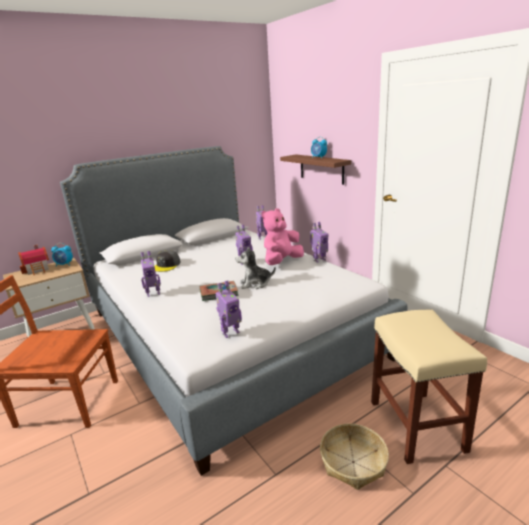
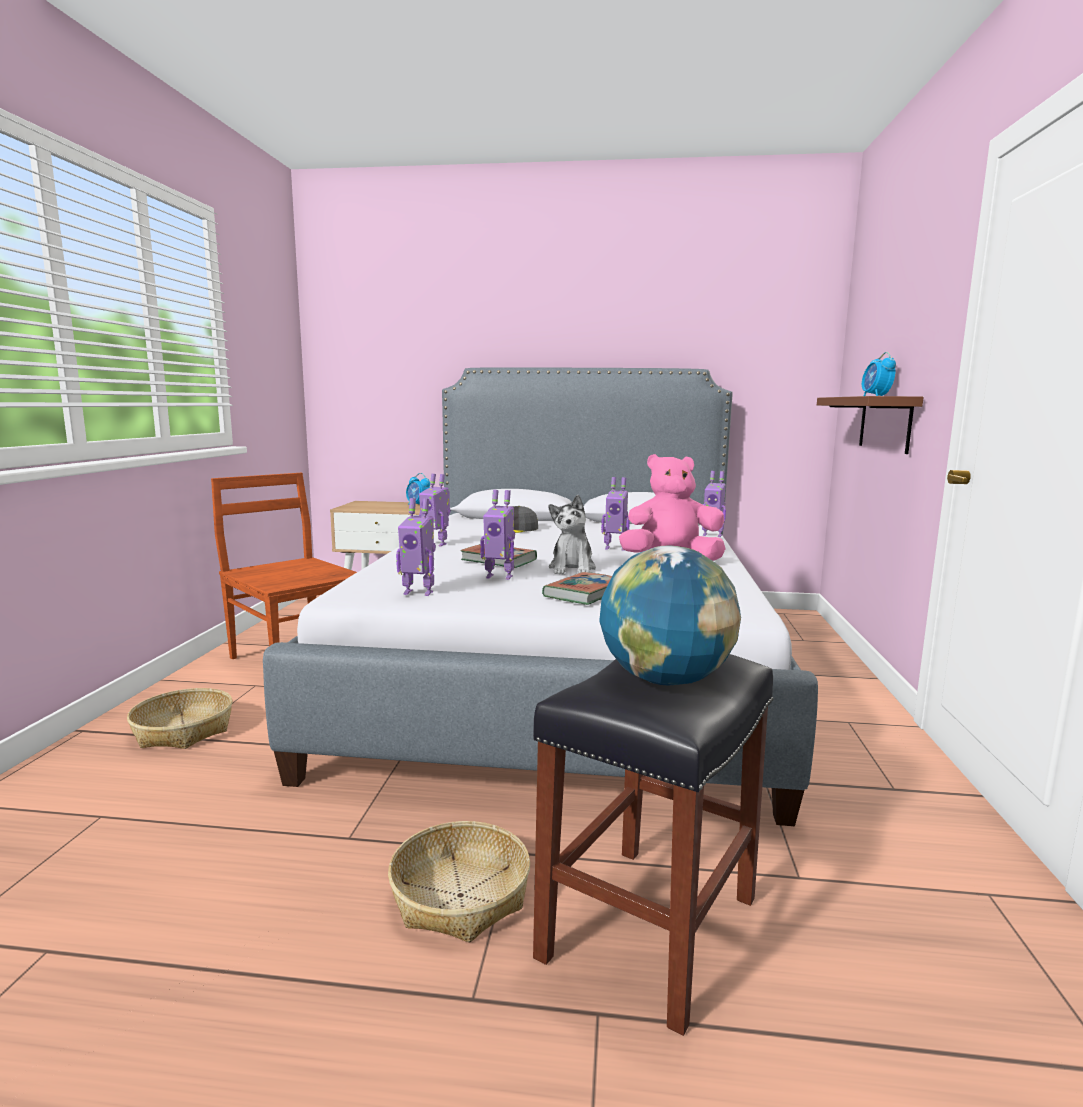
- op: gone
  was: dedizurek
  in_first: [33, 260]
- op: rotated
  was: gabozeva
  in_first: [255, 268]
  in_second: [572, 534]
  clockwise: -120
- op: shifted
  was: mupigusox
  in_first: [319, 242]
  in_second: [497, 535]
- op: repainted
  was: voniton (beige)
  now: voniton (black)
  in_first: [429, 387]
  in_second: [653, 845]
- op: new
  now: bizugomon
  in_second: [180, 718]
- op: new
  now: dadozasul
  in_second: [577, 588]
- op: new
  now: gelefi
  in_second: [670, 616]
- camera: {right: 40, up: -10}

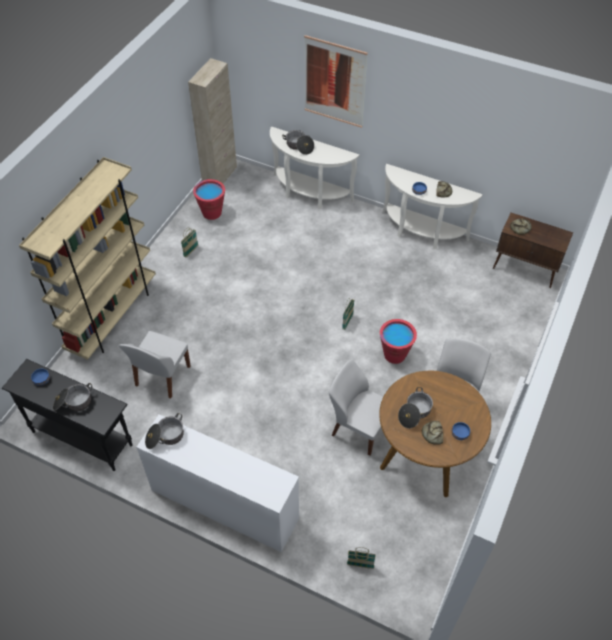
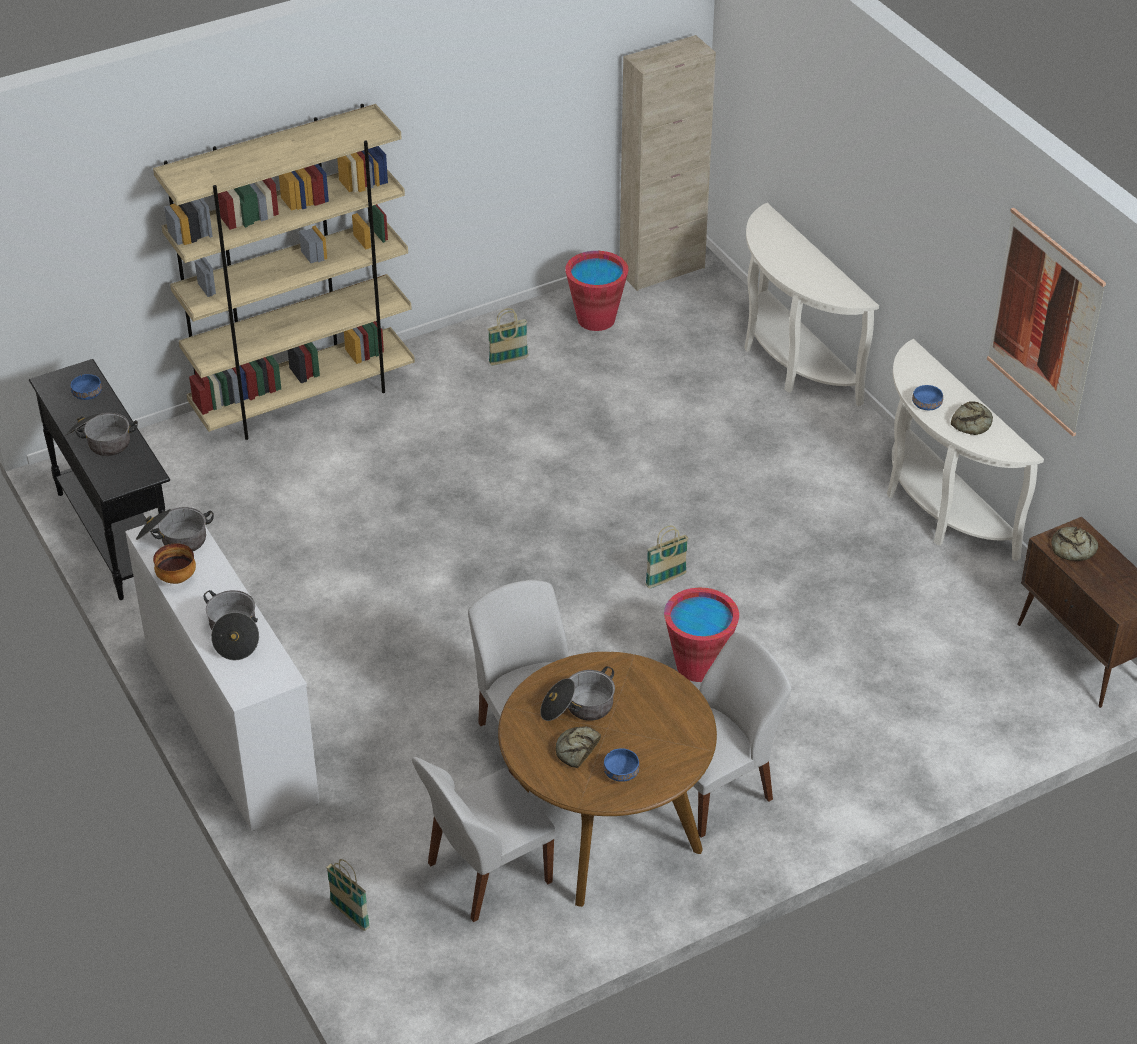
- op: shifted
  was: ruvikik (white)
  in_first: [155, 365]
  in_second: [483, 839]
- op: shifted
  was: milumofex
  in_first: [298, 142]
  in_second: [231, 625]
- op: shifted
  was: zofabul
  in_first: [336, 81]
  in_second: [1046, 322]
- op: new
  now: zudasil
  in_second: [174, 563]
- camera: {right: 35, up: -10}

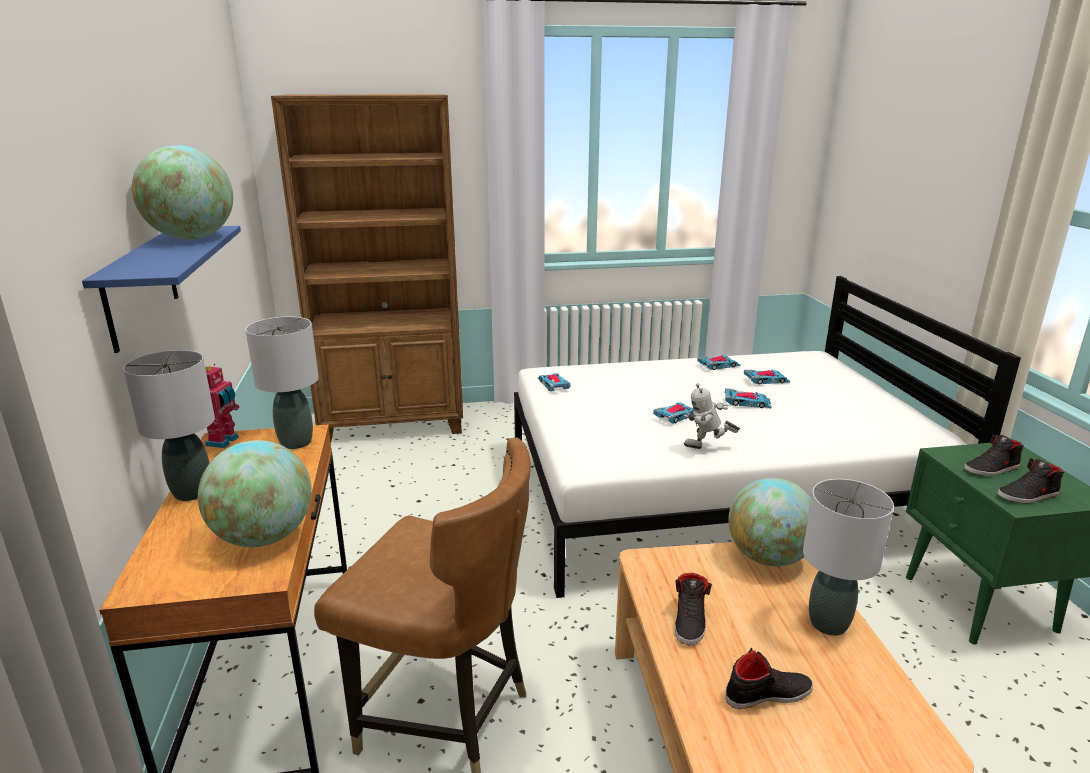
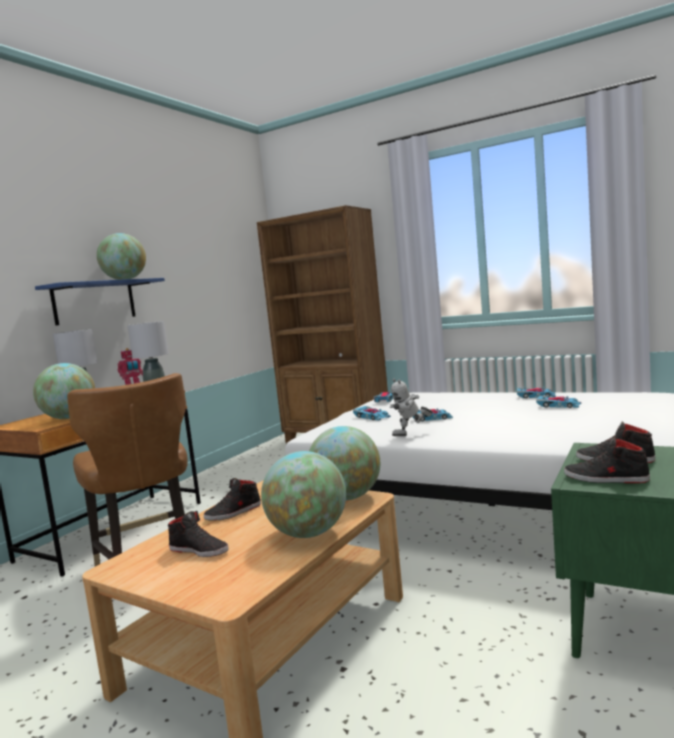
- op: rotated
  was: mupigusox
  in_first: [712, 416]
  in_second: [411, 407]
  clockwise: -60
- op: shifted
  was: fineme
  in_first: [748, 398]
  in_second: [372, 413]
- op: swapped
  was: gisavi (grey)
  now: gelefi
  in_first: [848, 557]
  in_second: [303, 494]
- camera: {right: 40, up: -15}

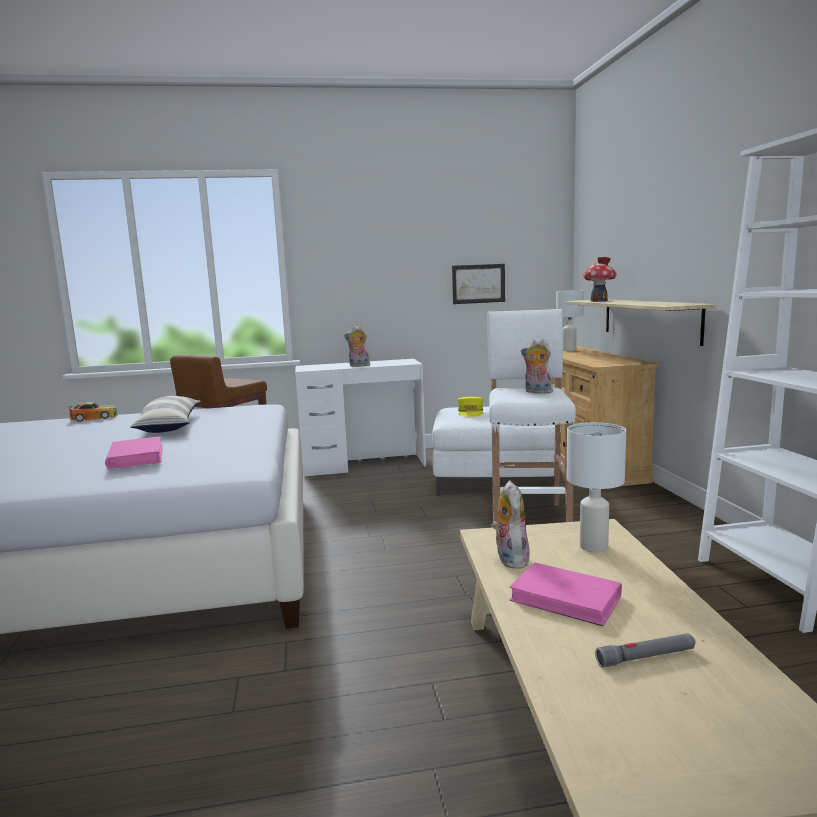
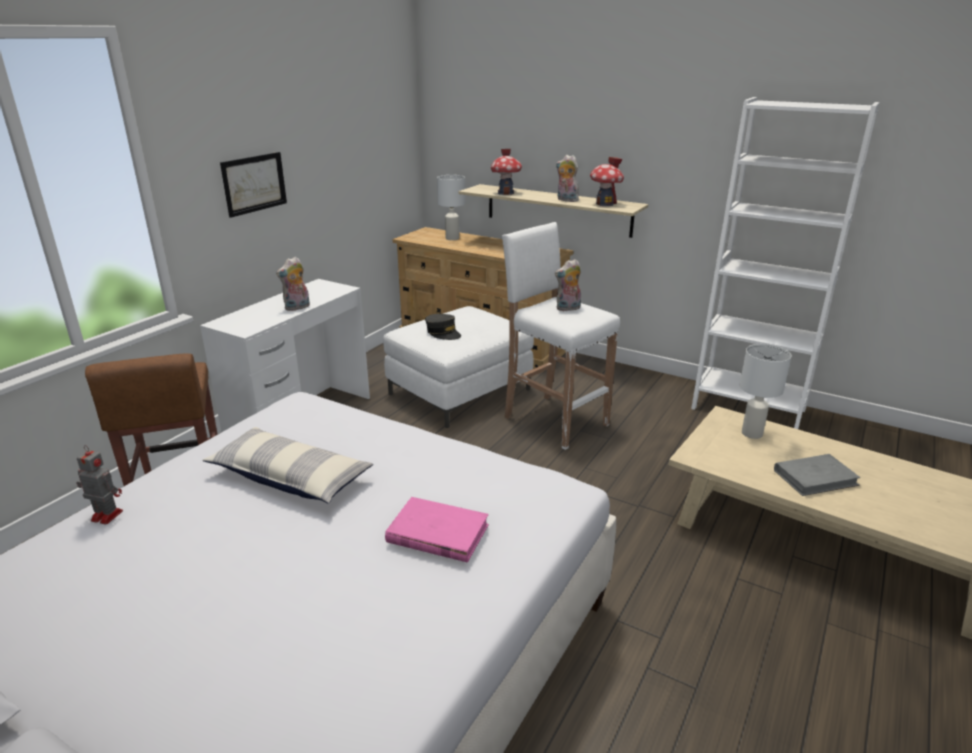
- op: swapped
  was: fineme
  now: mupigusox
  in_first: [93, 412]
  in_second: [99, 485]
- op: shifted
  was: zofabul
  in_first: [478, 284]
  in_second: [253, 185]
- op: repainted
  was: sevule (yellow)
  now: sevule (grey)
  in_first: [470, 407]
  in_second: [443, 327]
- op: shifted
  was: gabozeva
  in_first: [511, 524]
  in_second: [567, 178]
- op: repainted
  was: dadozasul (pink)
  now: dadozasul (grey)
  in_first: [565, 594]
  in_second: [817, 475]
- op: gone
  was: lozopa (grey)
  in_first: [645, 650]
- op: new
  now: dedizurek
  in_second: [607, 181]
- camera: {right: -50, up: 15}

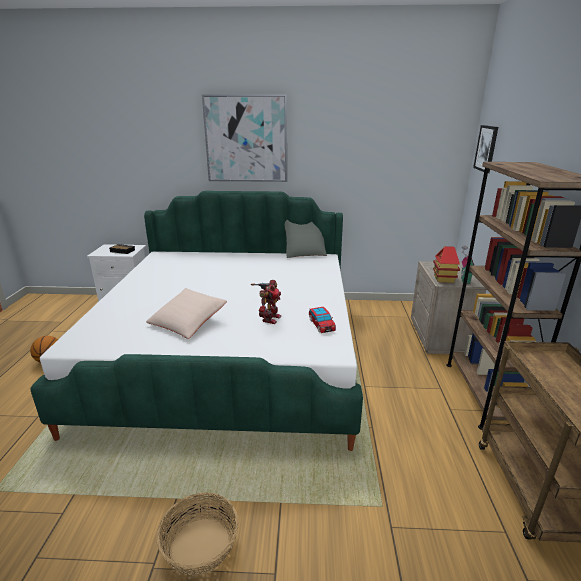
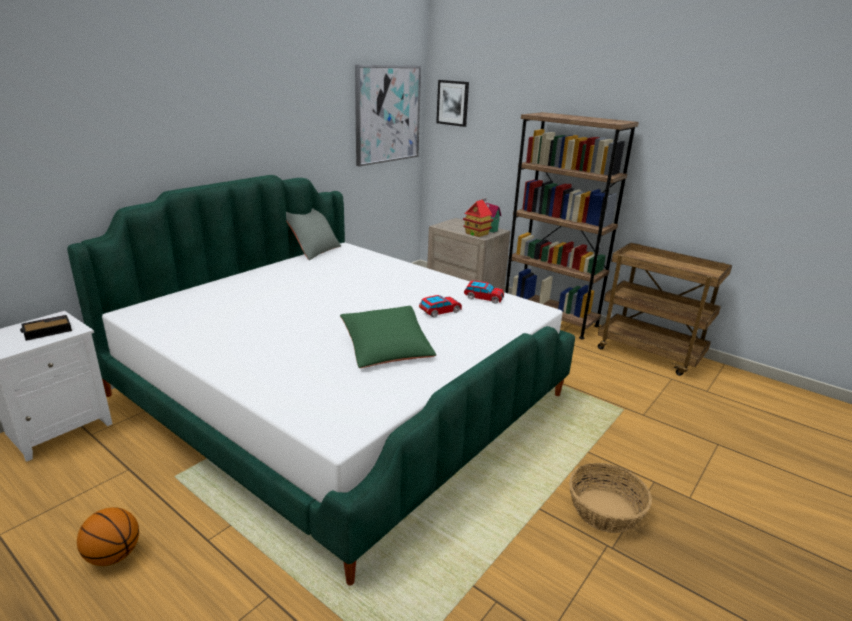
- op: repainted
  was: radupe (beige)
  now: radupe (green)
  in_first: [186, 313]
  in_second: [388, 337]
- op: shifted
  was: zofabul
  in_first: [244, 138]
  in_second: [388, 116]
- op: swapped
  was: mupigusox
  now: fineme
  in_first: [266, 302]
  in_second: [440, 306]
- camera: {right: -55, up: 0}

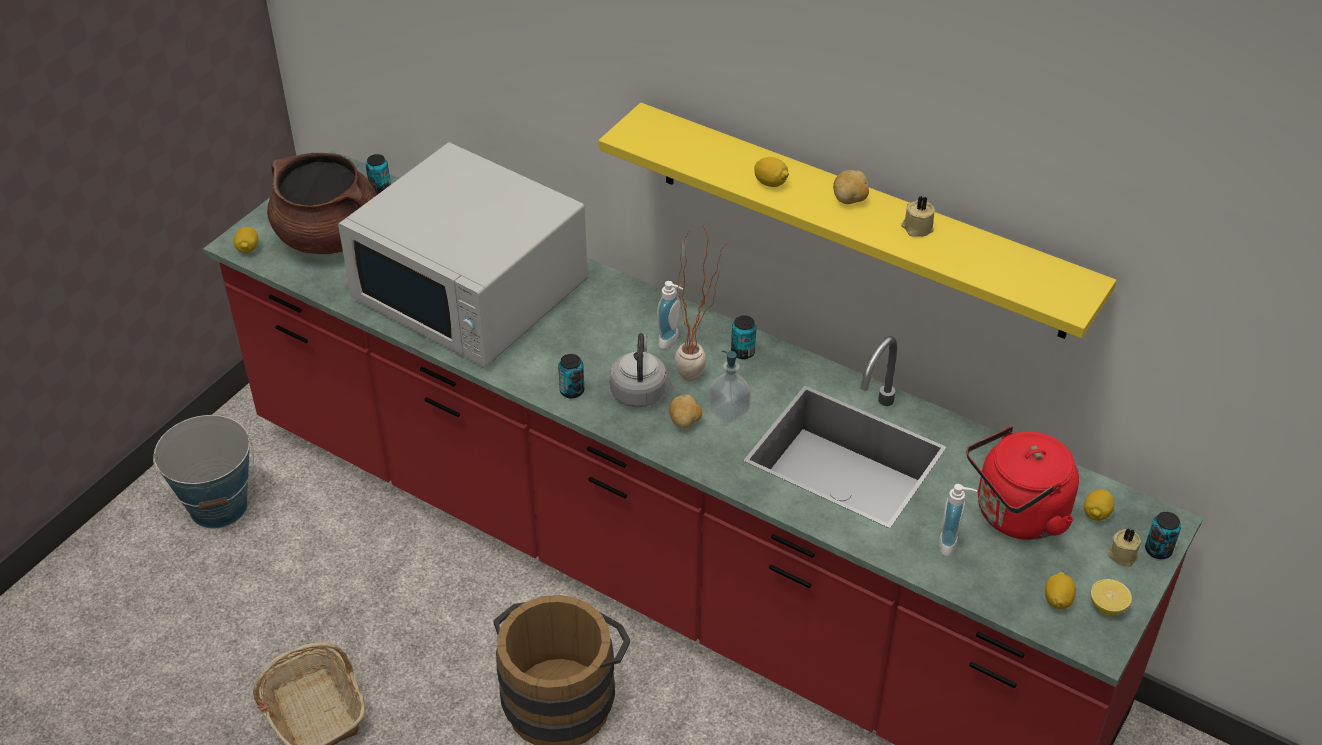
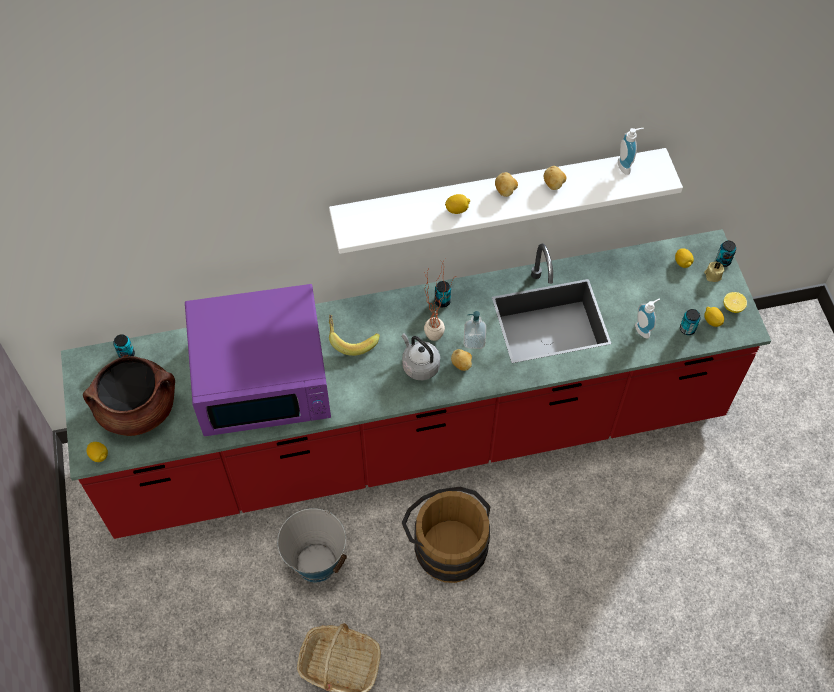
- op: shifted
  was: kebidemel
  in_first: [203, 472]
  in_second: [312, 545]
- op: repainted
  was: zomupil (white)
  now: zomupil (purple)
  in_first: [463, 255]
  in_second: [258, 360]
- op: shifted
  was: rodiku
  in_first: [571, 376]
  in_second: [690, 322]
- op: repainted
  was: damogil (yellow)
  now: damogil (white)
  in_first: [857, 221]
  in_second: [506, 201]
- op: shifted
  was: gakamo
  in_first: [670, 315]
  in_second: [631, 151]
- op: swapped
  was: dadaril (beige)
  now: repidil
  in_first: [918, 216]
  in_second: [555, 178]
- op: gone
  was: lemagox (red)
  in_first: [1022, 483]
- op: new
  now: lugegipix
  in_second: [354, 335]
- camera: {right: -45, up: 15}

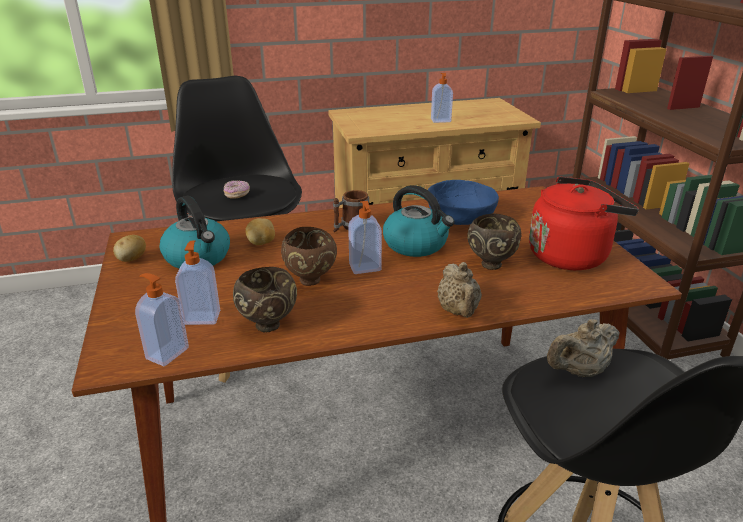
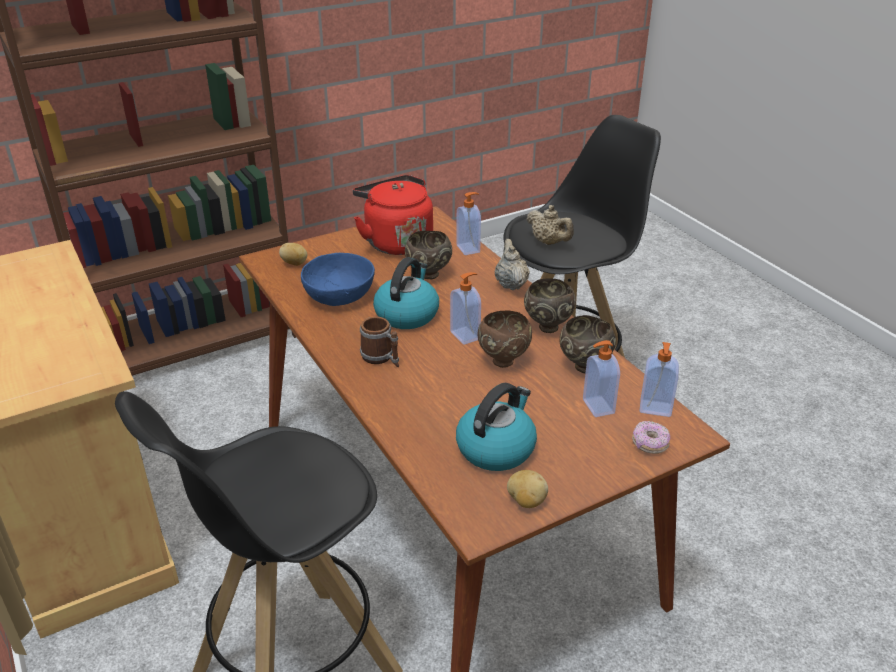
- op: shifted
  was: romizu
  in_first: [237, 190]
  in_second: [651, 437]
- op: shifted
  was: repidil
  in_first: [260, 231]
  in_second: [293, 254]
- op: shifted
  was: gakamo
  in_first: [442, 98]
  in_second: [468, 223]
- op: rotated
  was: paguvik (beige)
  in_first: [459, 290]
  in_second: [512, 264]
  clockwise: -75
- op: new
  now: zudasil (brown)
  in_second: [550, 305]
- camera: {right: -105, up: 5}

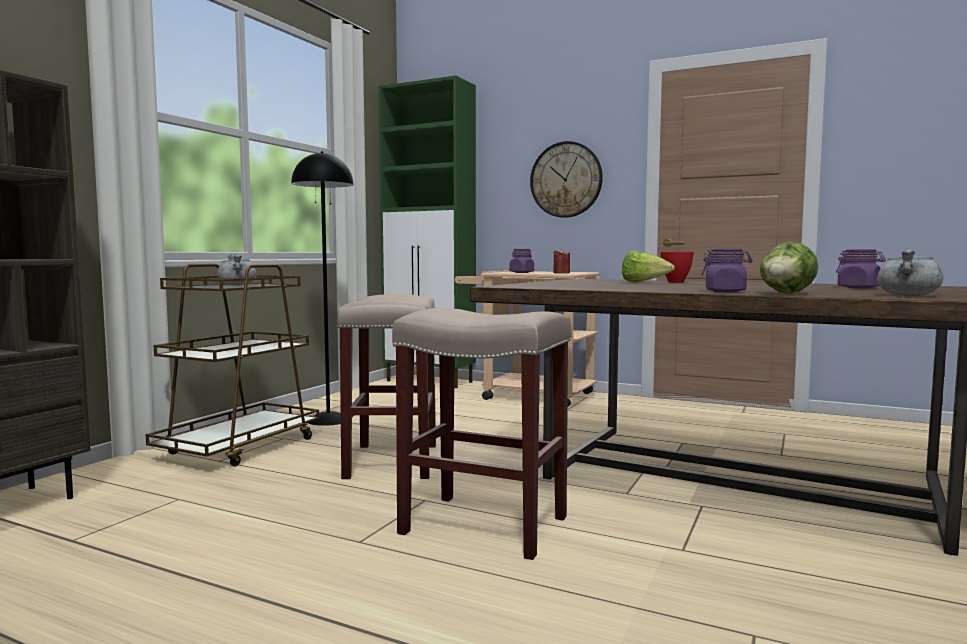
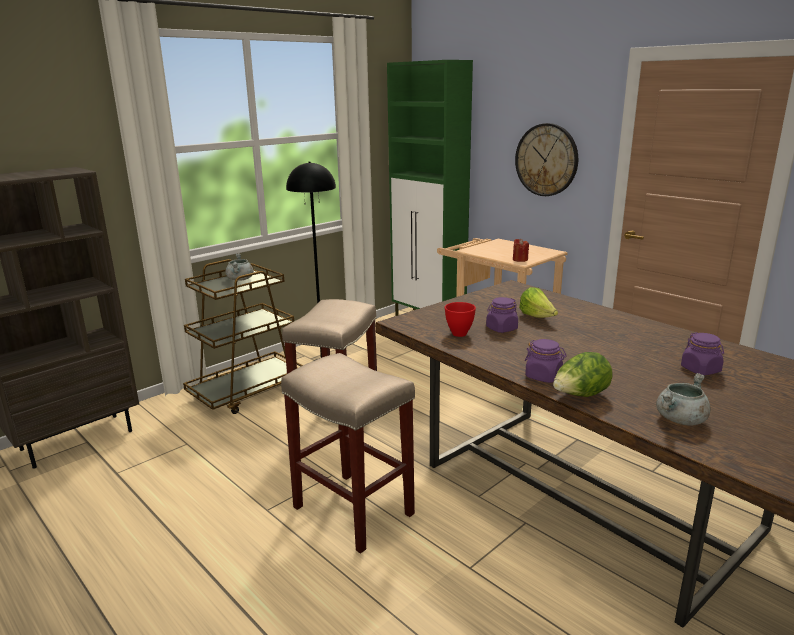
- op: shifted
  was: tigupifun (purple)
  in_first: [521, 261]
  in_second: [502, 315]
- op: shifted
  was: zudasil (red)
  in_first: [677, 267]
  in_second: [460, 319]
- camera: {right: 20, up: 15}

